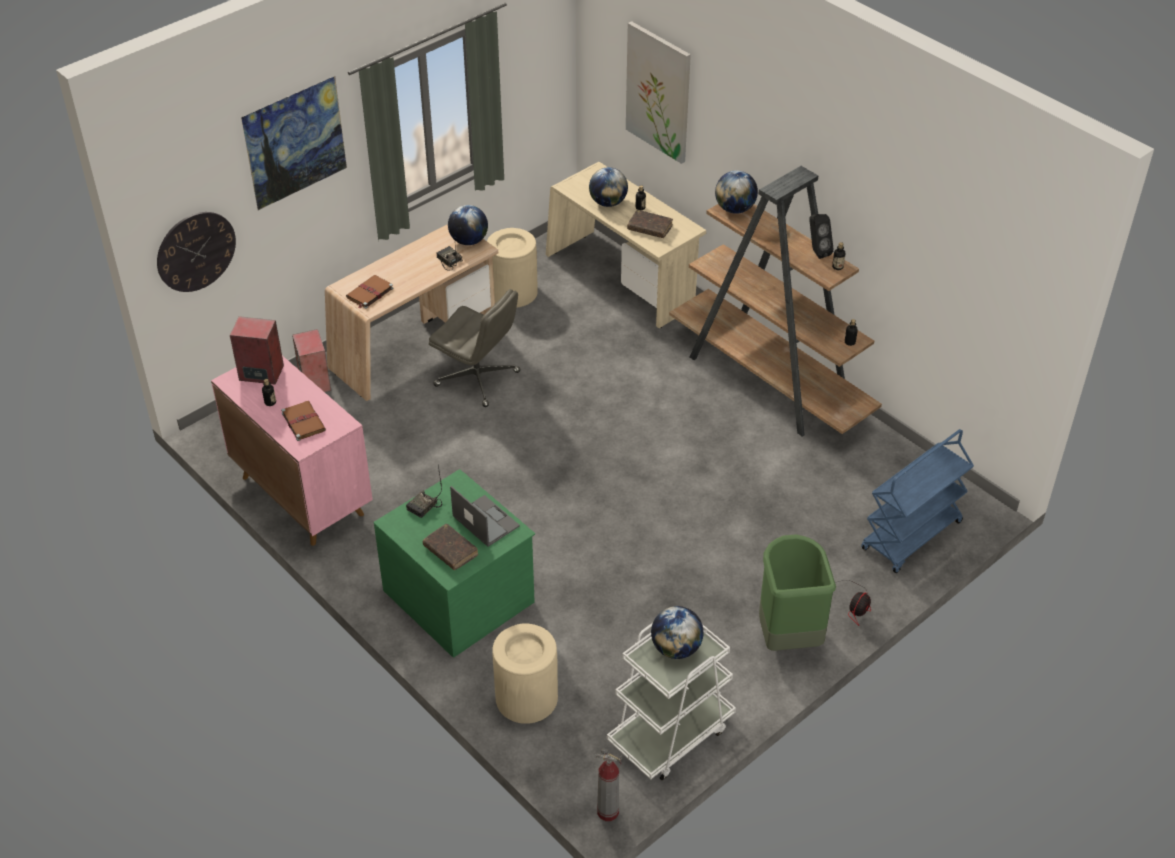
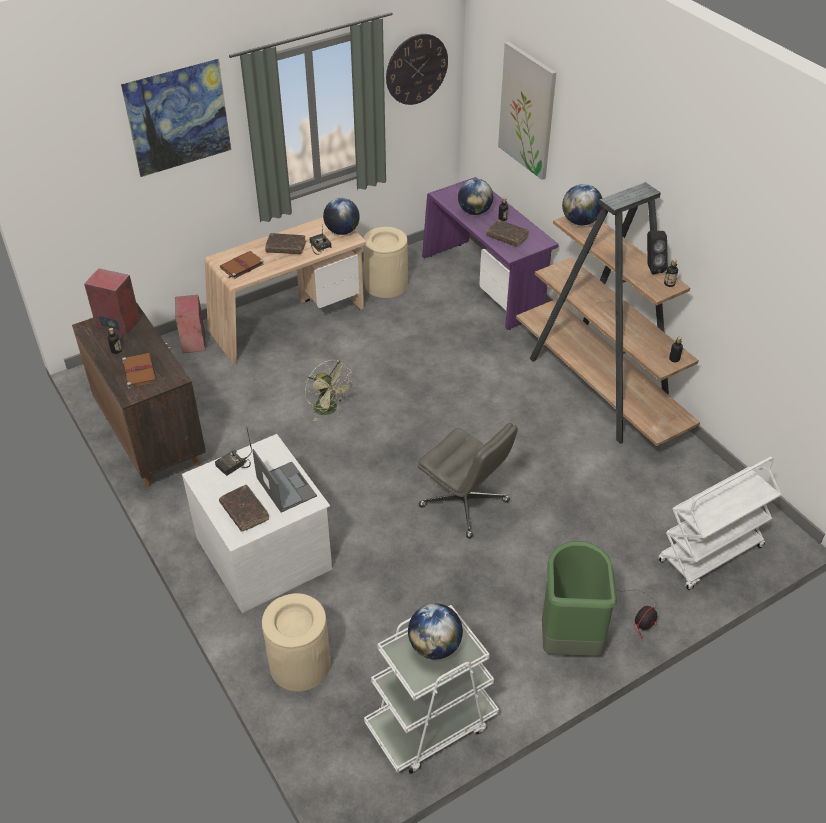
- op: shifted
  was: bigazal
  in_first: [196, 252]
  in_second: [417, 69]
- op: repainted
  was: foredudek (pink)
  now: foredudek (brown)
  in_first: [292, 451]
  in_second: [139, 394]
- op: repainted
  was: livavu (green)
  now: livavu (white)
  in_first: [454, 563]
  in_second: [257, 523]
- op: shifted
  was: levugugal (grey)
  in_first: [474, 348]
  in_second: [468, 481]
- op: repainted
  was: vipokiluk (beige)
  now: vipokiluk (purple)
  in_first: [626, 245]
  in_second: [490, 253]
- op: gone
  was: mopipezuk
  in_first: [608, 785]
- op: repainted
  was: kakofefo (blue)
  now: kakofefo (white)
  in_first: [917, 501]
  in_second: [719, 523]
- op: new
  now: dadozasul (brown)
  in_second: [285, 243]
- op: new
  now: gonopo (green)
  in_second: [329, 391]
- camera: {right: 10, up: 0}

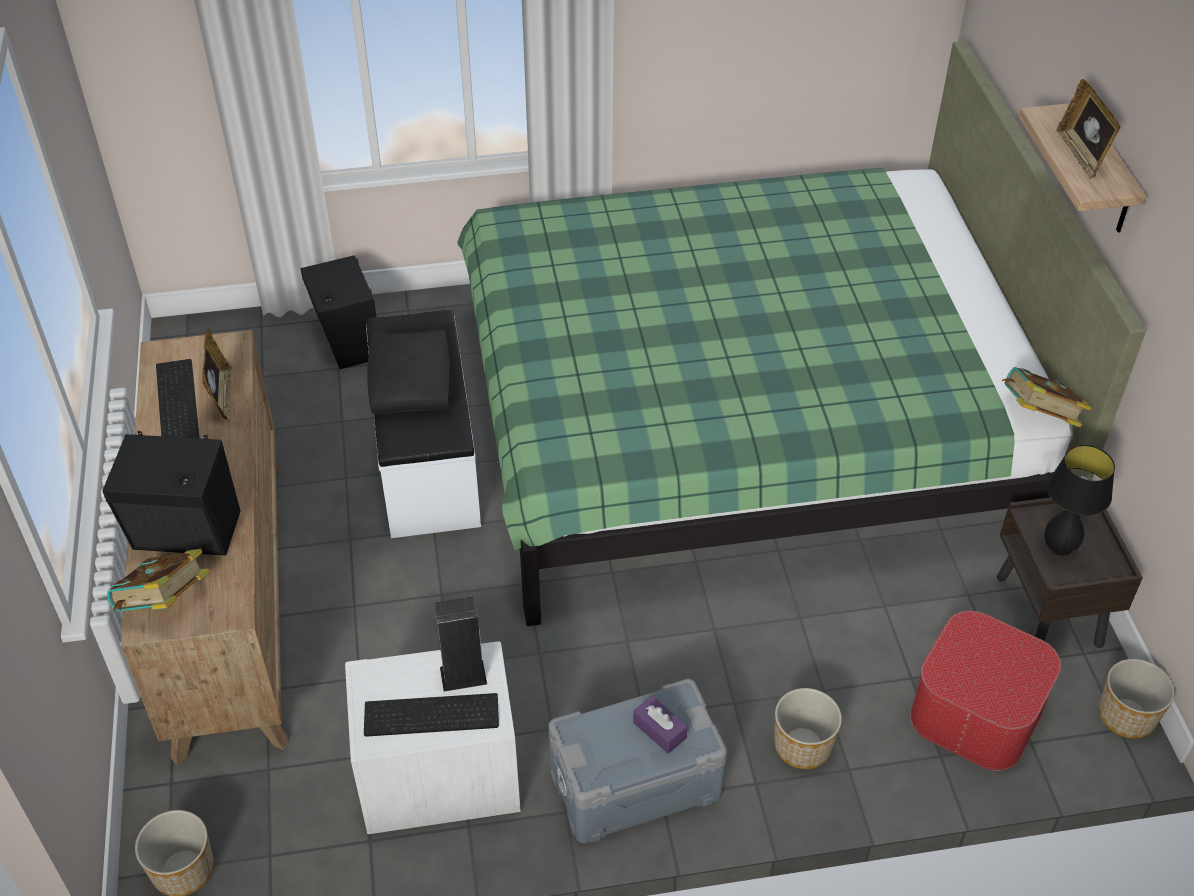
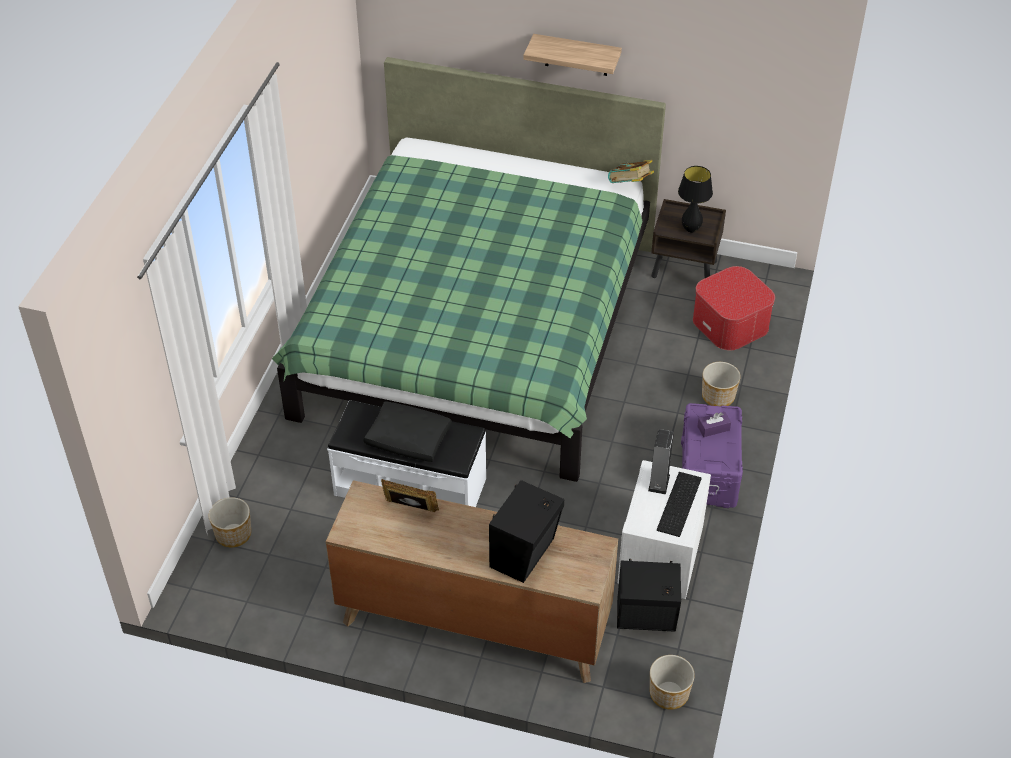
- op: gone
  was: dadozasul
  in_first: [158, 580]
- op: gone
  was: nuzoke
  in_first: [178, 399]
- op: shifted
  was: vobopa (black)
  in_first: [338, 312]
  in_second: [649, 595]
- op: repainted
  was: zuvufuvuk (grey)
  now: zuvufuvuk (purple)
  in_first: [638, 761]
  in_second: [712, 455]
- op: gone
  was: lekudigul
  in_first: [1088, 129]
- op: shifted
  was: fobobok
  in_first: [1137, 698]
  in_second: [230, 522]
- camera: {right: -65, up: 0}

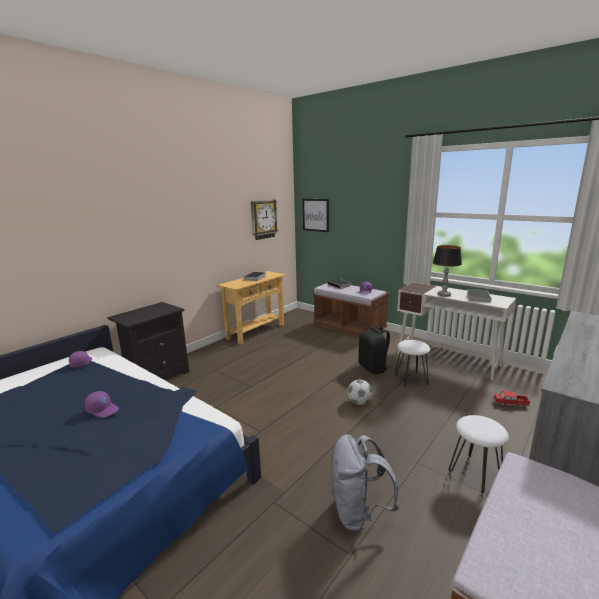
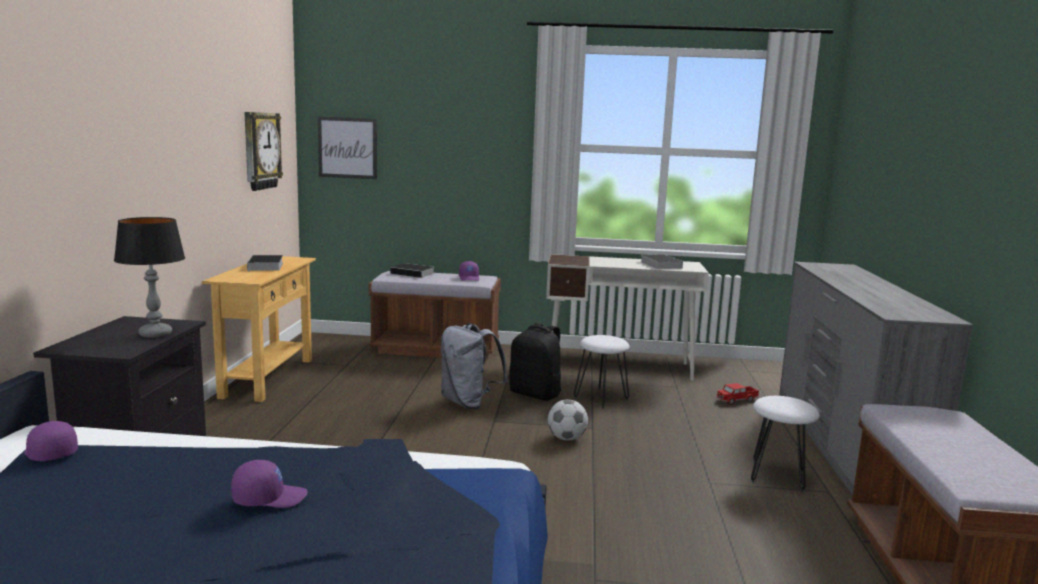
- op: shifted
  was: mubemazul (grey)
  in_first: [365, 483]
  in_second: [474, 366]
- op: shifted
  was: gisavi
  in_first: [447, 271]
  in_second: [149, 277]
- camera: {right: -35, up: -5}

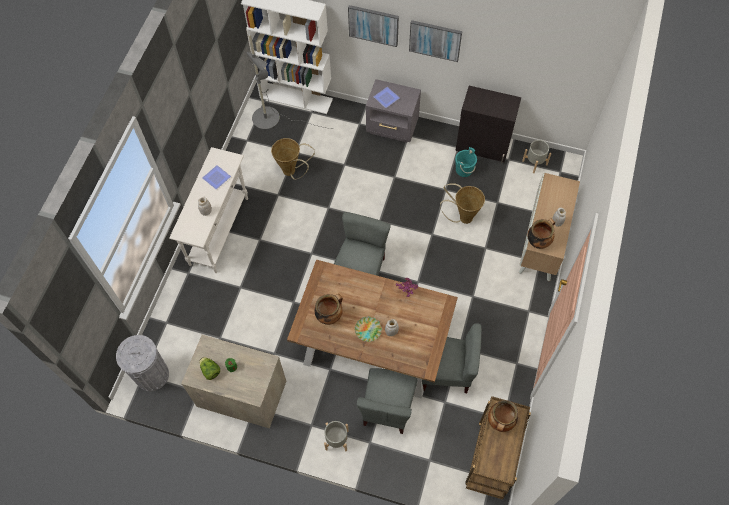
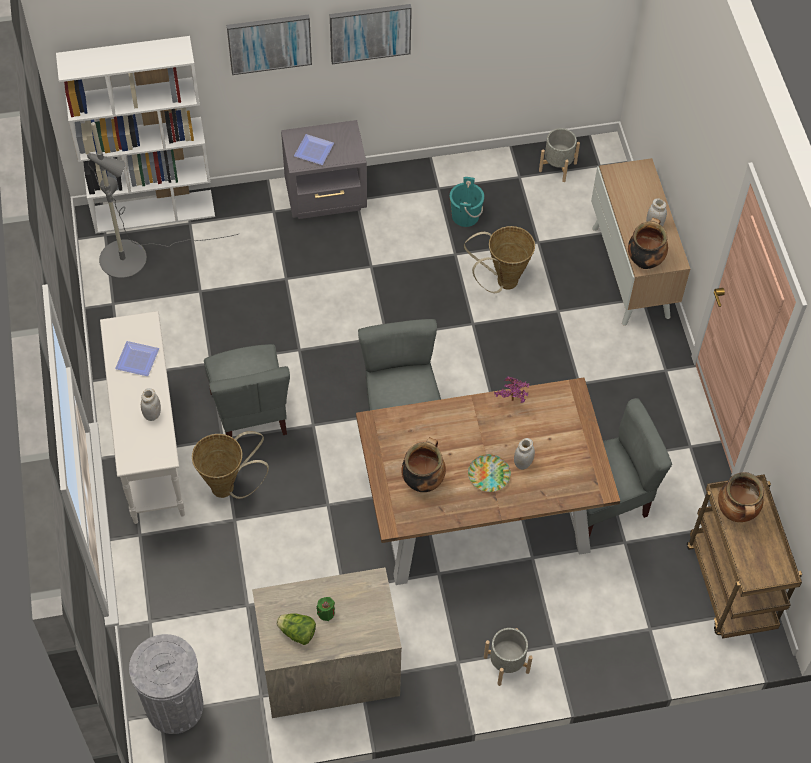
- op: shifted
  was: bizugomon
  in_first: [293, 159]
  in_second: [230, 465]
- op: shifted
  was: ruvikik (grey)
  in_first: [387, 401]
  in_second: [247, 390]
- op: gone
  was: foredudek (black)
  in_first: [488, 124]
- camera: {right: -30, up: -5}

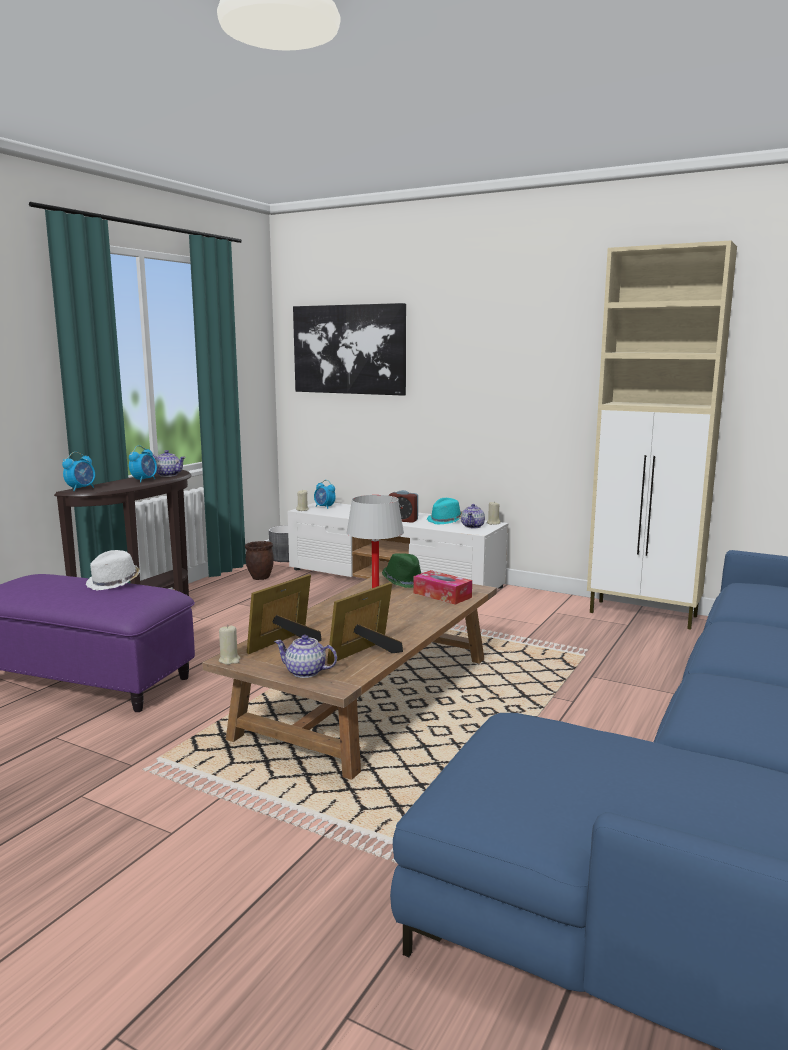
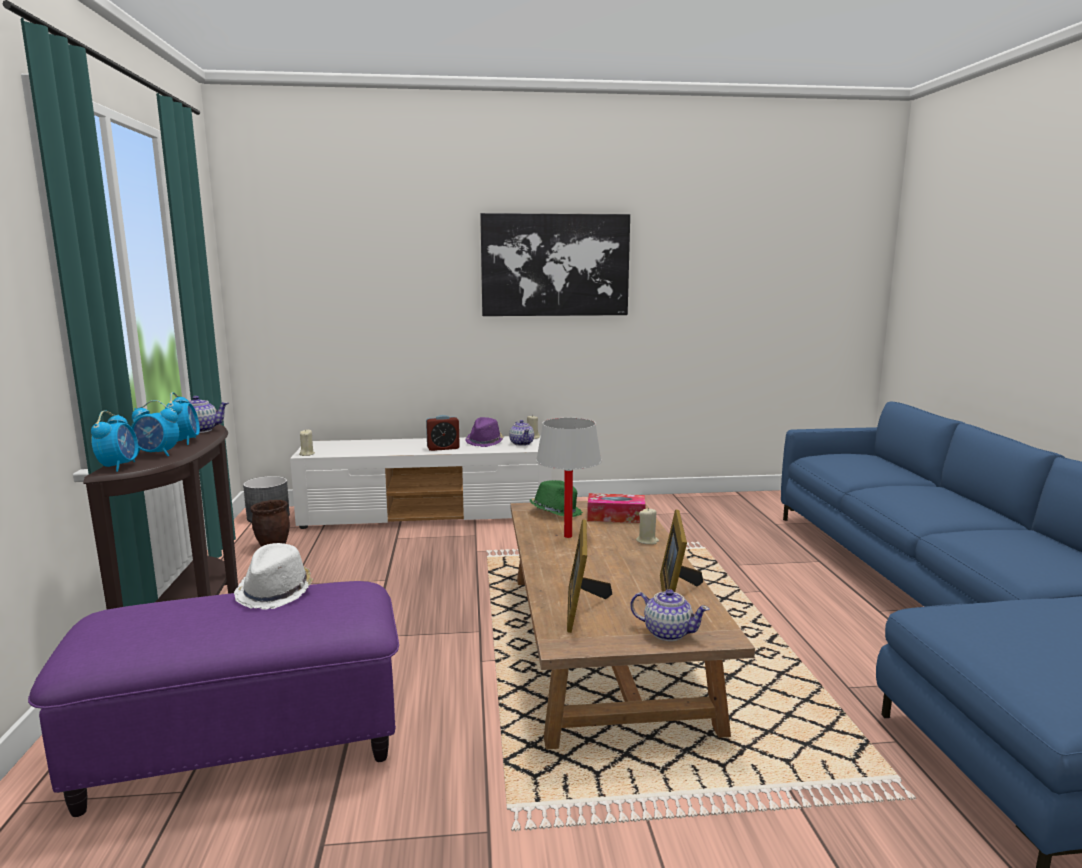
- op: shifted
  was: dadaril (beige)
  in_first: [229, 645]
  in_second: [647, 526]
- op: rotated
  was: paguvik
  in_first: [305, 656]
  in_second: [670, 615]
  clockwise: -135
- op: shifted
  was: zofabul
  in_first: [349, 349]
  in_second: [555, 264]
- op: shifted
  was: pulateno
  in_first: [325, 494]
  in_second: [155, 428]
- op: repainted
  was: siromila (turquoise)
  now: siromila (purple)
  in_first: [444, 511]
  in_second: [484, 432]
- op: gone
  was: foredudek (beige)
  in_first: [662, 435]
- camera: {right: -35, up: 0}

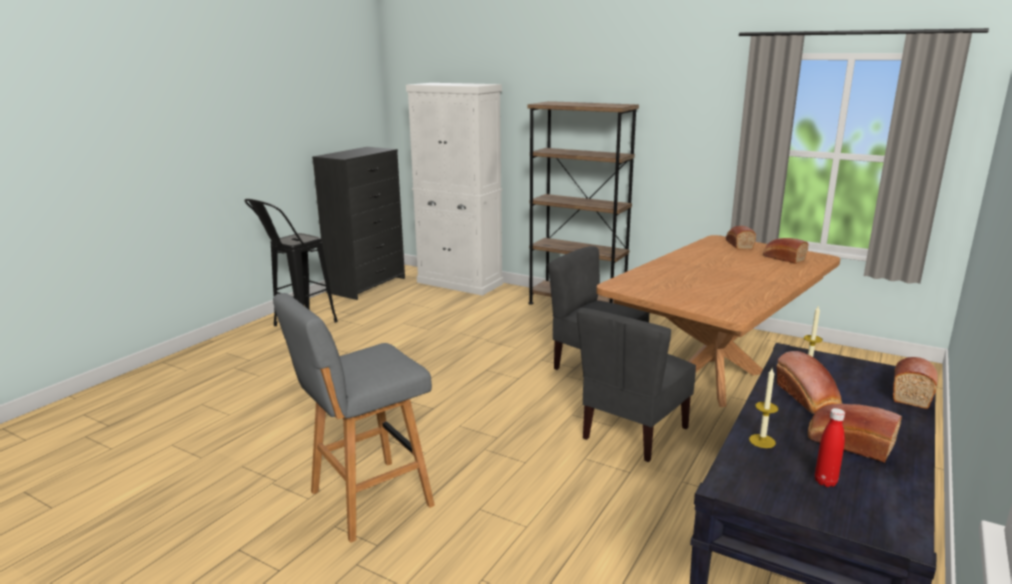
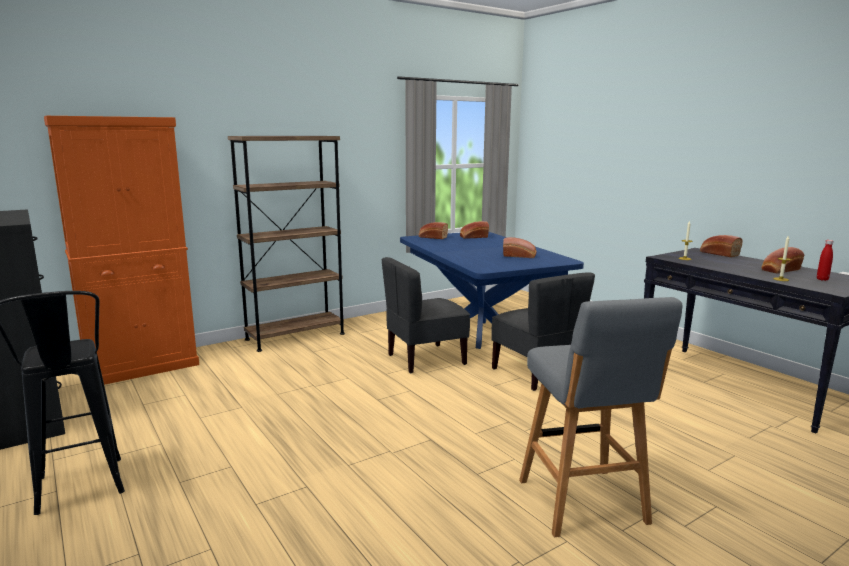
- op: repainted
  was: foredudek (white)
  now: foredudek (orange)
  in_first: [454, 189]
  in_second: [121, 250]
- op: repainted
  was: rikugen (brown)
  now: rikugen (blue)
  in_first: [718, 321]
  in_second: [492, 290]
- op: shifted
  was: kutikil
  in_first: [809, 382]
  in_second: [519, 247]
- camera: {right: -65, up: -5}

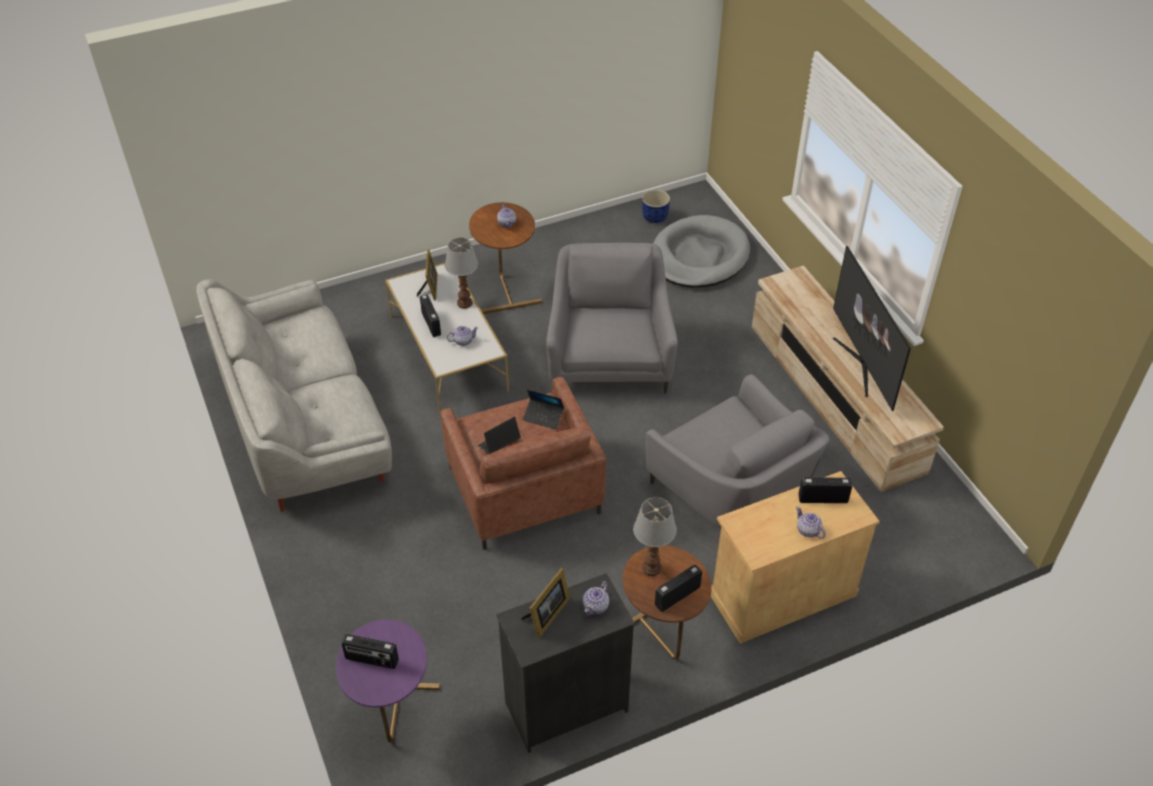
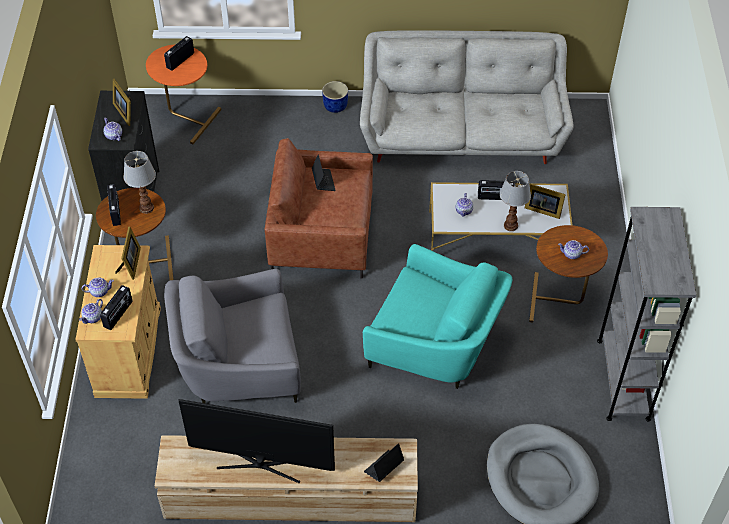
- op: repainted
  was: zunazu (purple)
  now: zunazu (orange)
  in_first: [388, 681]
  in_second: [183, 94]
- op: shifted
  was: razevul
  in_first: [543, 409]
  in_second: [384, 463]
- op: repainted
  was: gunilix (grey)
  now: gunilix (turquoise)
  in_first: [612, 318]
  in_second: [437, 316]
- op: shifted
  was: fobobok (blue)
  in_first: [656, 206]
  in_second: [335, 97]
- op: new
  now: paguvik
  in_second: [91, 311]
- op: new
  now: lekudigul
  in_second: [128, 253]
- op: new
  now: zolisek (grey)
  in_second: [647, 314]
- camera: {right: 115, up: 5}

